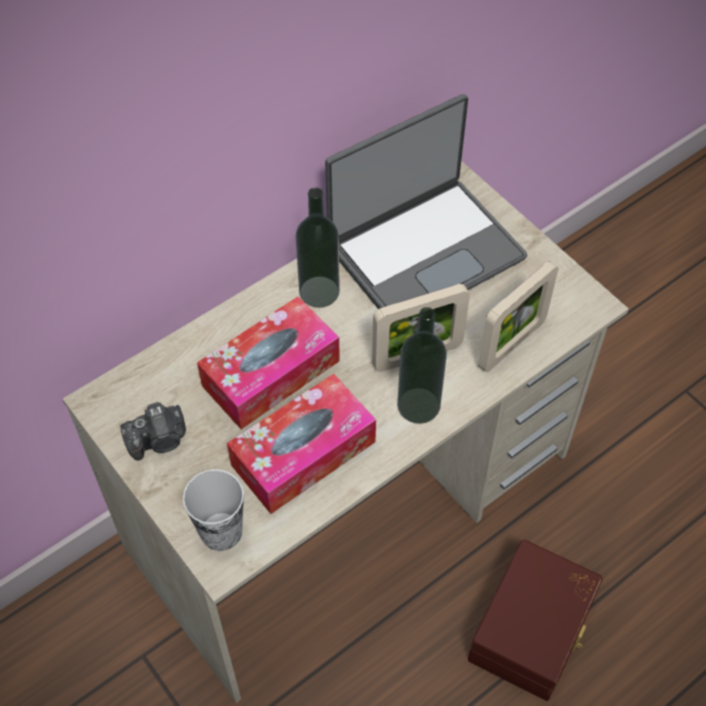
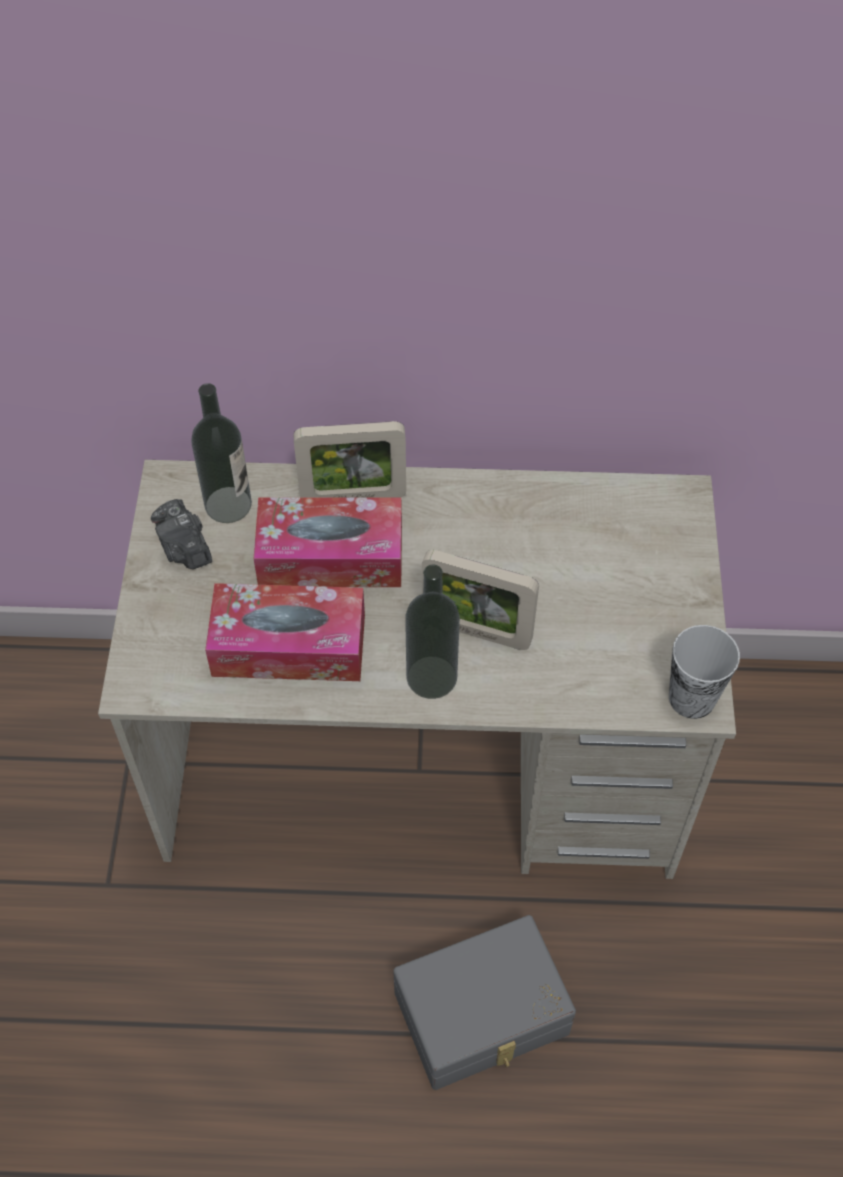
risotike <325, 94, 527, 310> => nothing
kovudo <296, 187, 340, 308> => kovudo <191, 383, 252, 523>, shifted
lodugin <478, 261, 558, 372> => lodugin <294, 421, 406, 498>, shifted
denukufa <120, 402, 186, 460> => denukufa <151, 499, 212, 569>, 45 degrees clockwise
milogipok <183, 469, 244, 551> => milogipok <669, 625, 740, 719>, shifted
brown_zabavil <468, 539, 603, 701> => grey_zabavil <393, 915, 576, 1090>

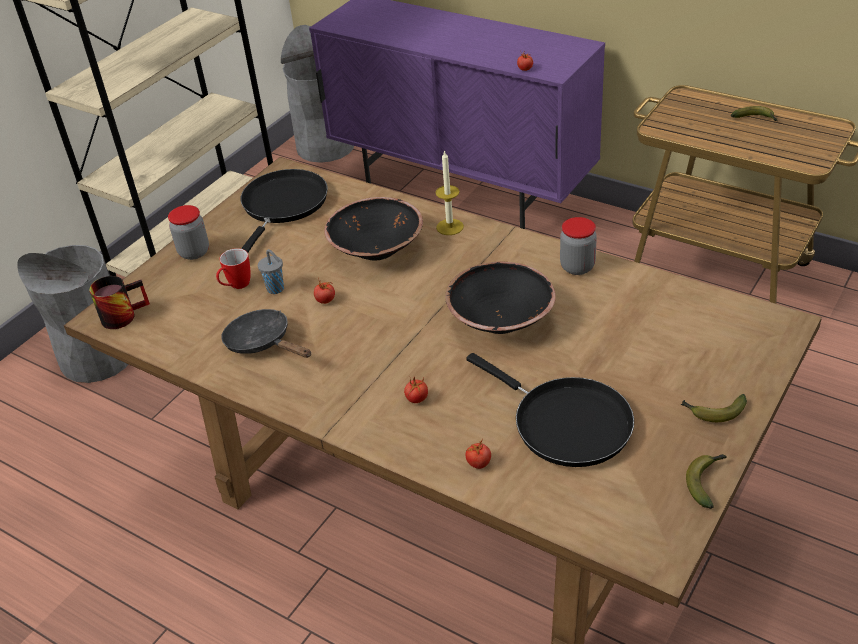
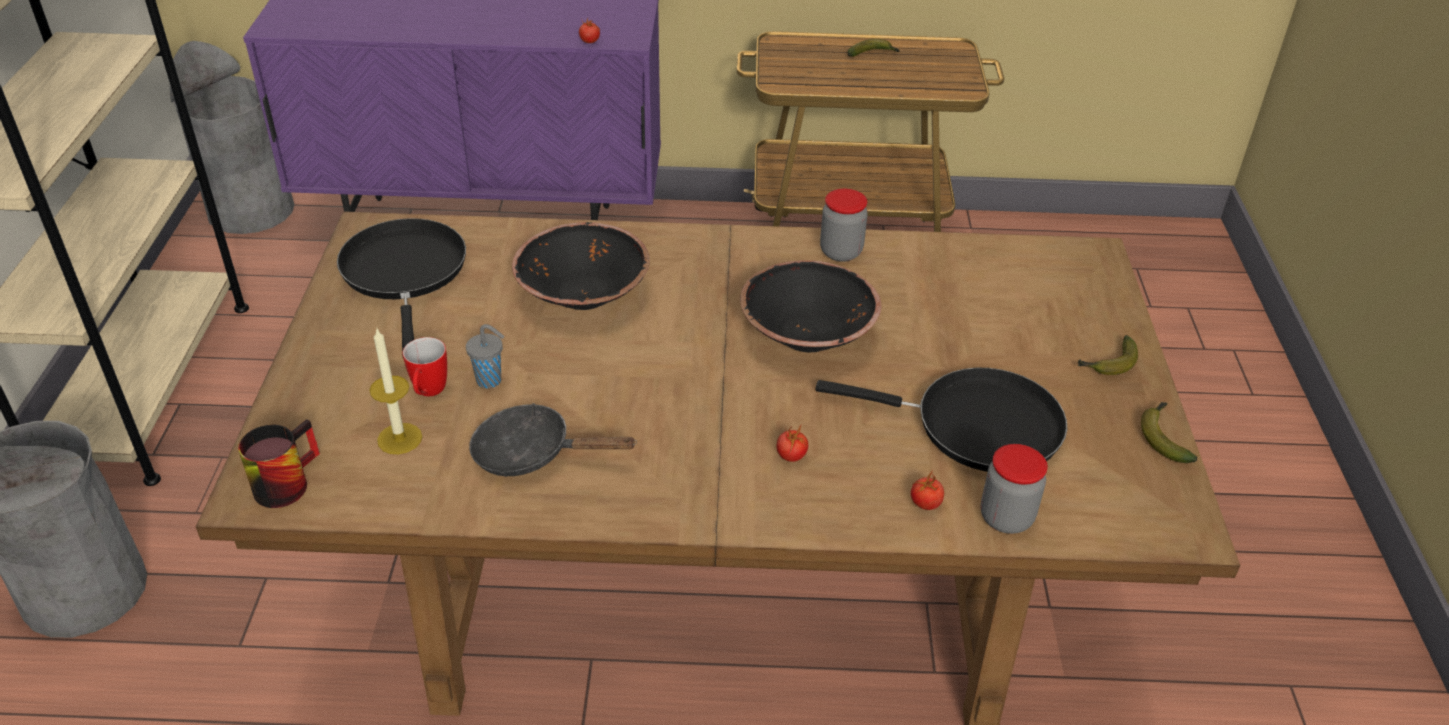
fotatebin <436, 150, 464, 235> => fotatebin <370, 329, 422, 454>, shifted
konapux <168, 205, 209, 260> => konapux <981, 444, 1048, 534>, shifted
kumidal <314, 278, 335, 304> => nothing

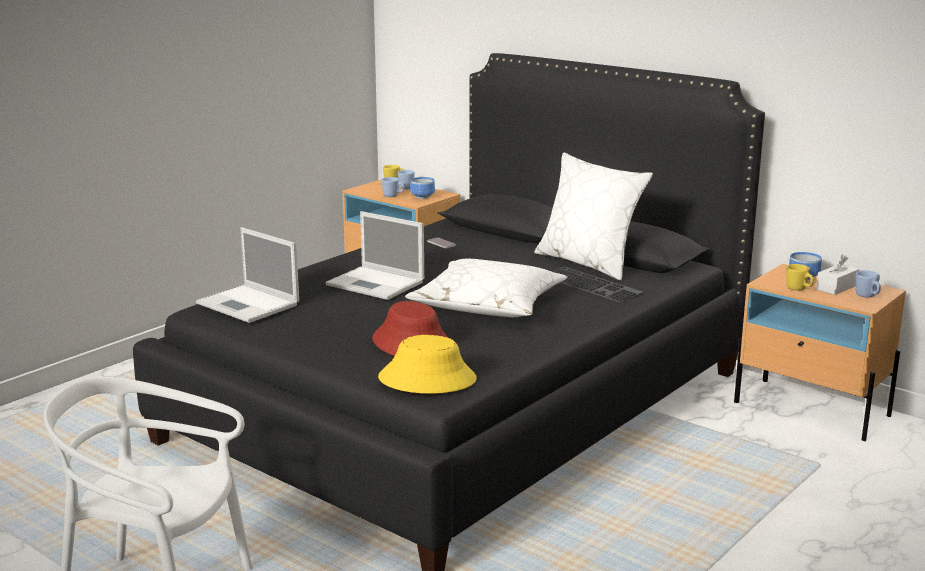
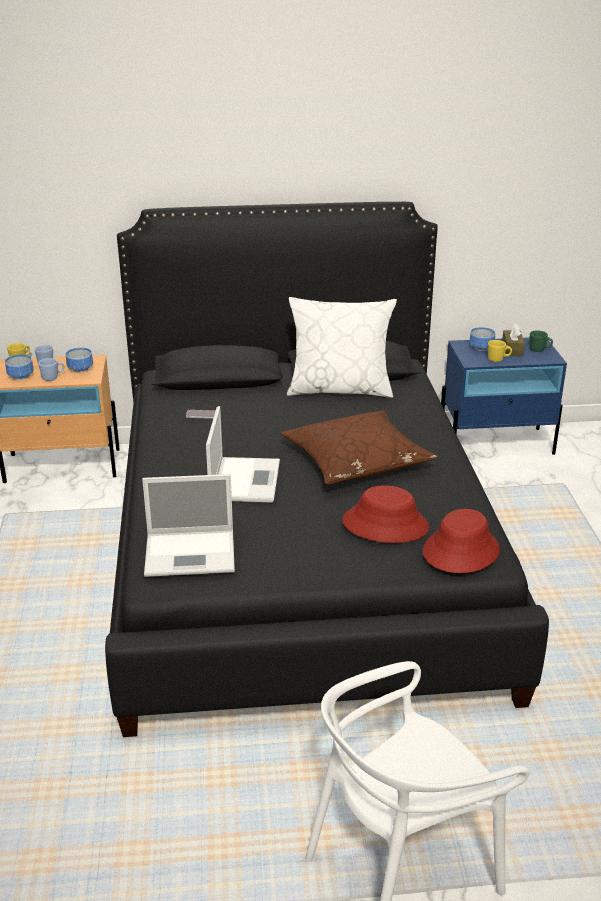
risotike <325, 211, 424, 300> => risotike <206, 406, 280, 502>, 75 degrees counterclockwise
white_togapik <816, 254, 859, 295> => brown_togapik <502, 324, 525, 356>
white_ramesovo <405, 259, 567, 317> => brown_ramesovo <281, 410, 438, 485>
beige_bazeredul <734, 264, 906, 441> => blue_bazeredul <441, 337, 567, 455>
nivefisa <551, 267, 643, 303> => nothing
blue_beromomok <856, 270, 881, 298> => green_beromomok <529, 330, 553, 352>
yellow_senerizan <378, 335, 477, 394> => red_senerizan <423, 509, 500, 573>
nothing => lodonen <5, 354, 34, 380>

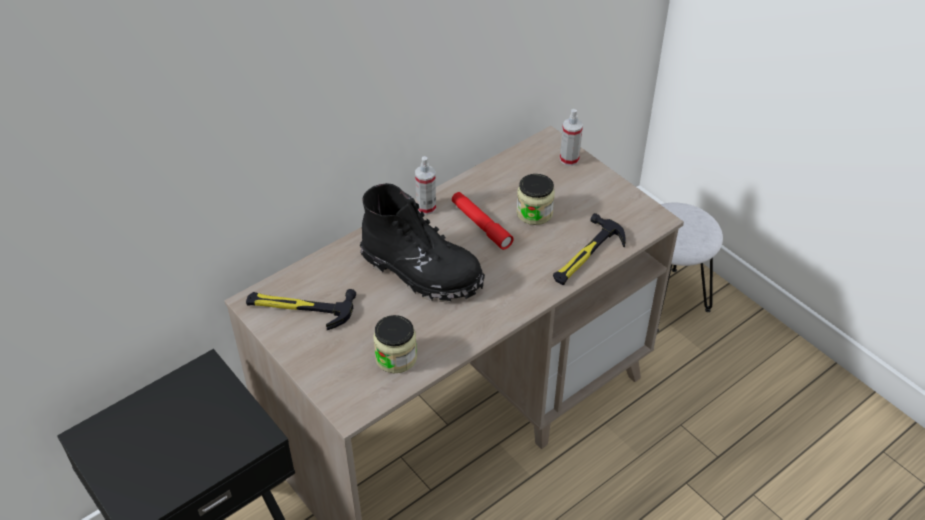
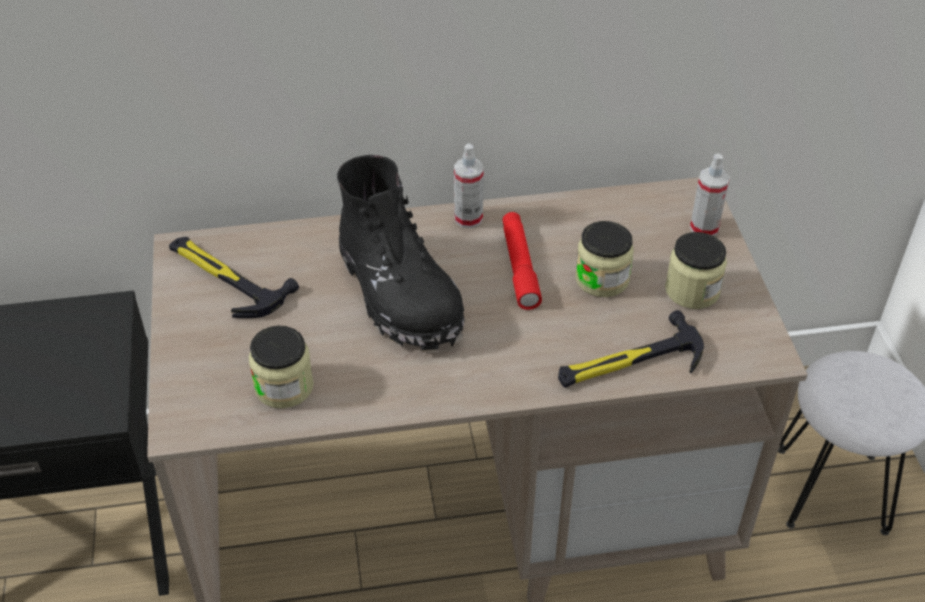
nothing => konapux <665, 232, 727, 309>

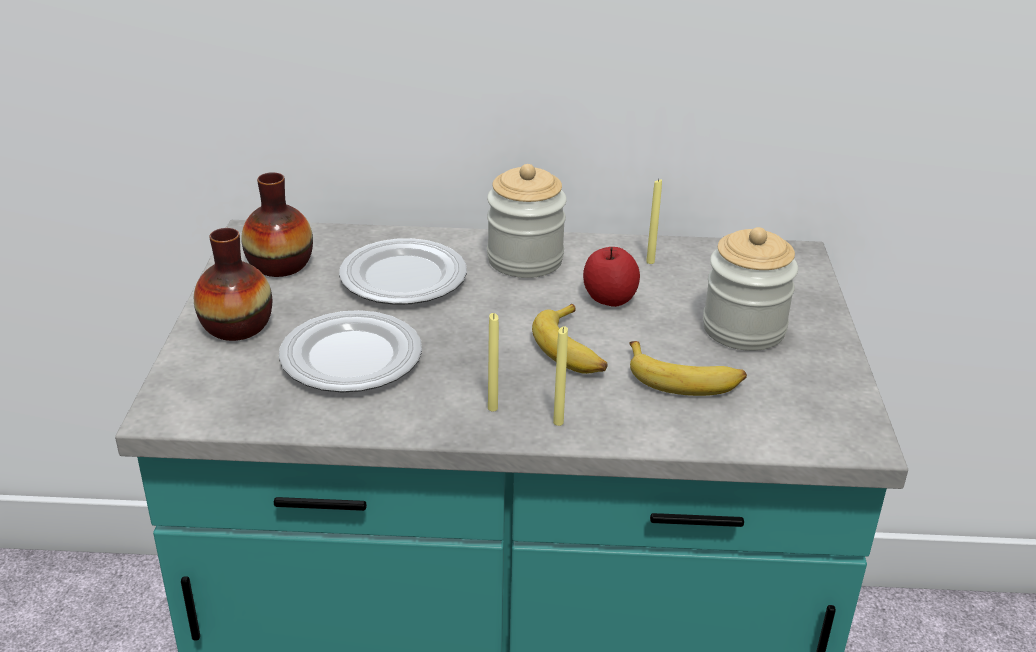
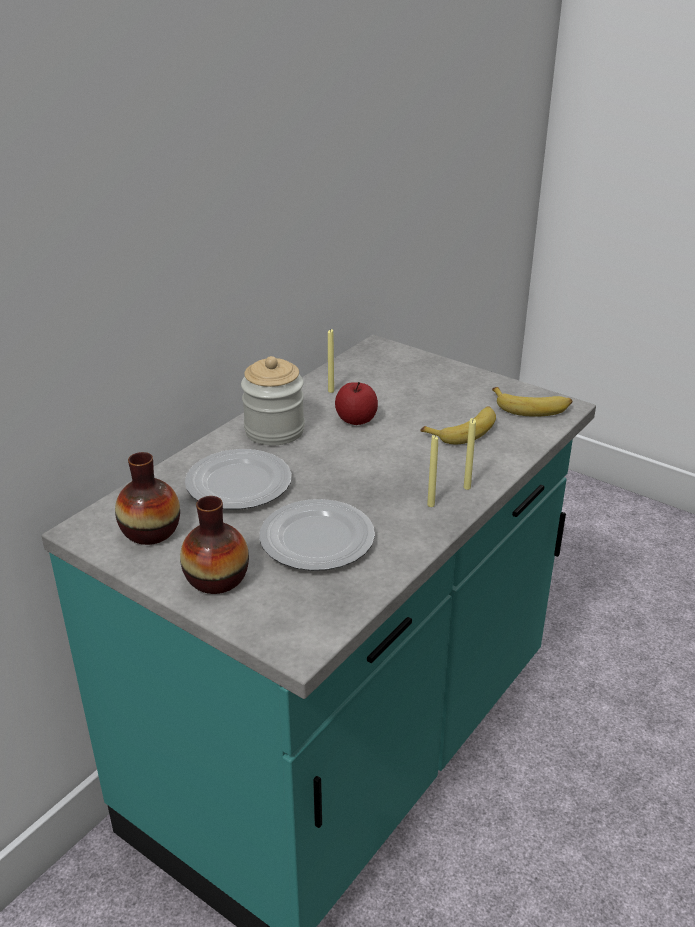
konapux <703, 227, 798, 351> => nothing
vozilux <532, 304, 608, 374> => vozilux <492, 387, 572, 417>, shifted

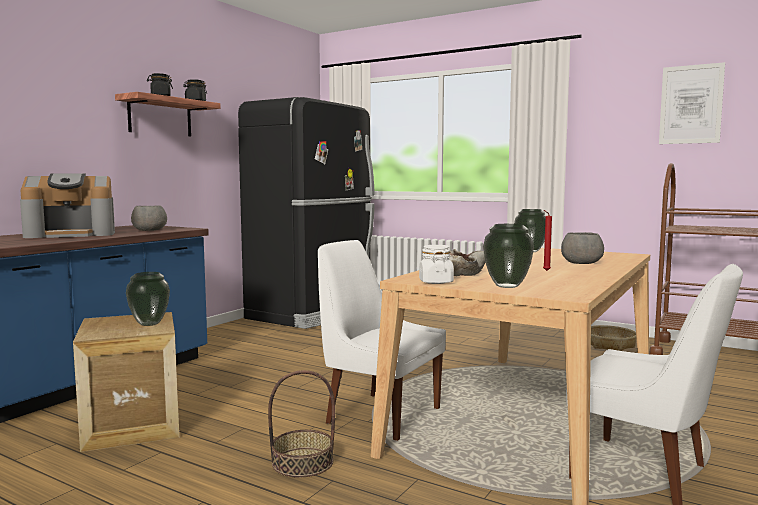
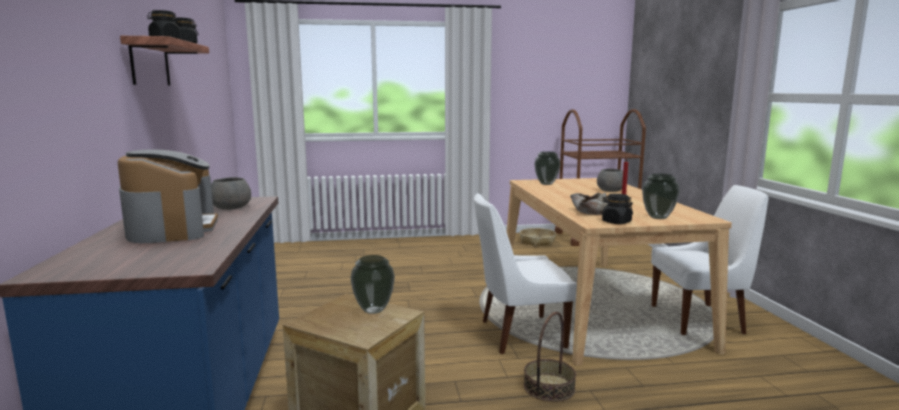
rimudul <659, 62, 725, 144> => nothing
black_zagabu <238, 97, 375, 329> => nothing
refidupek <20, 173, 115, 238> => refidupek <117, 149, 218, 243>, 45 degrees counterclockwise
white_konapux <419, 245, 454, 284> => black_konapux <602, 194, 633, 224>

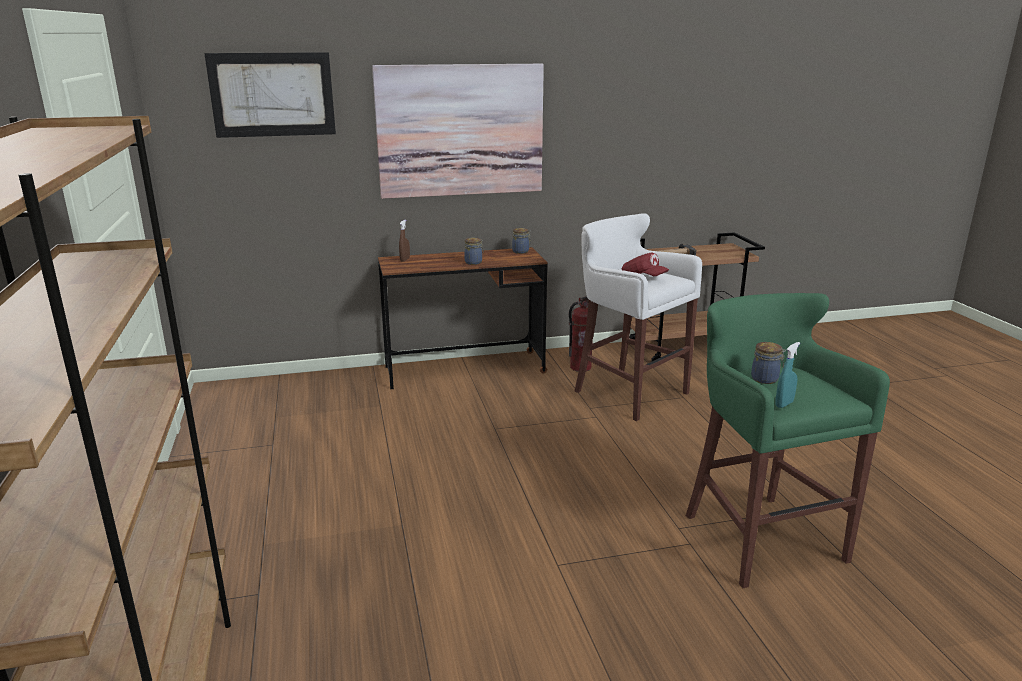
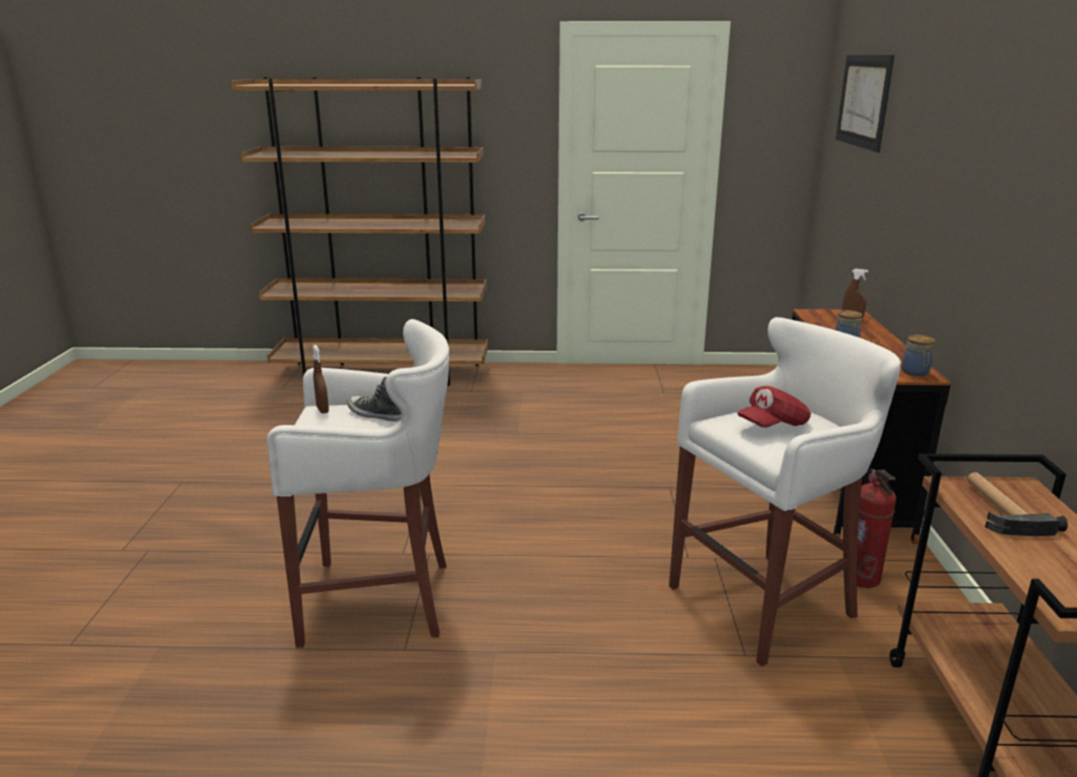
rimudul <372, 64, 544, 199> => nothing
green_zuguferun <686, 293, 890, 588> => white_zuguferun <267, 319, 449, 648>
konapux <751, 342, 786, 384> => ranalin <348, 377, 401, 422>
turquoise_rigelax <775, 342, 800, 408> => brown_rigelax <313, 345, 329, 413>

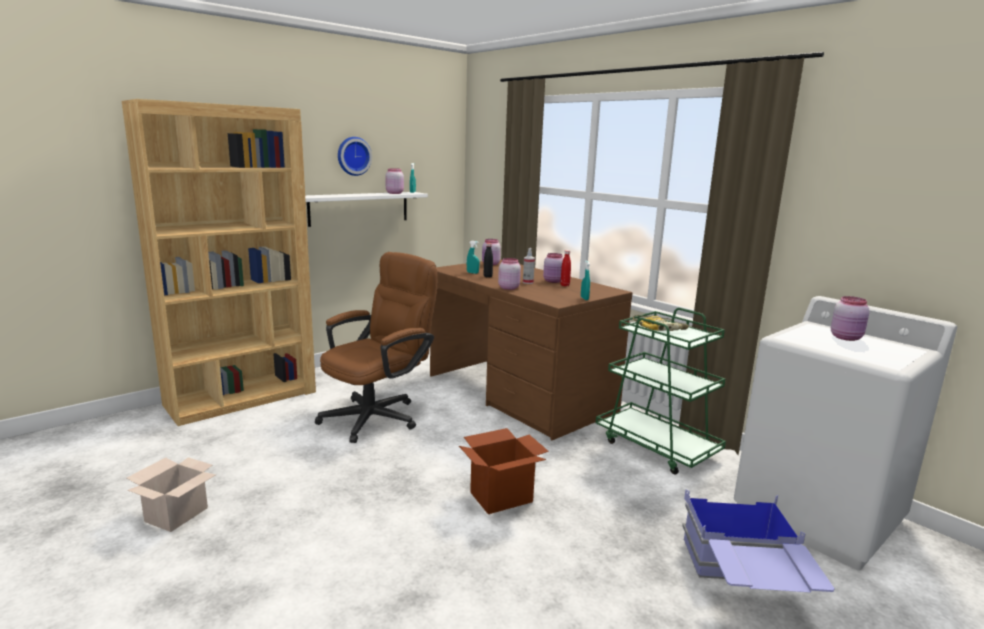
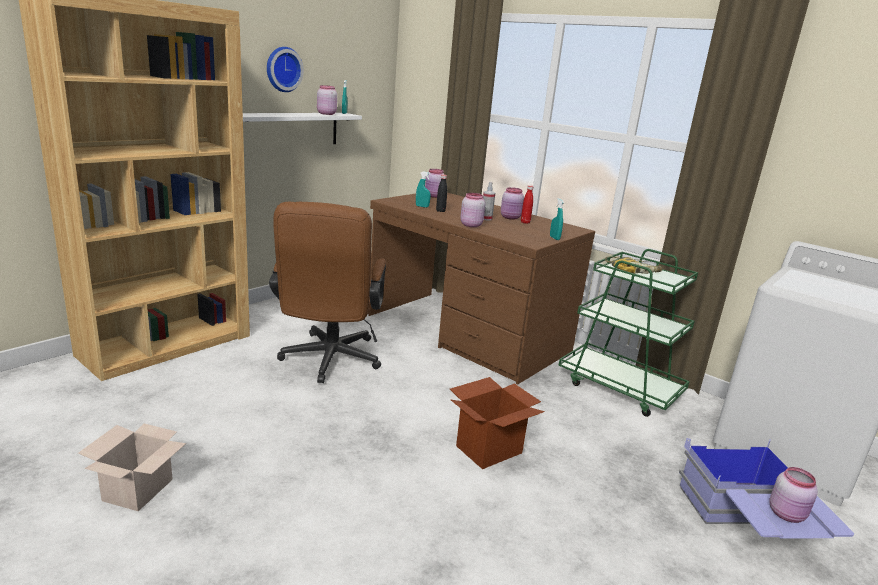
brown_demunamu <315, 252, 438, 443> => brown_demunamu <269, 202, 386, 383>, 150 degrees clockwise
pink_konapux <831, 296, 869, 341> => pink_konapux <769, 467, 818, 523>, shifted

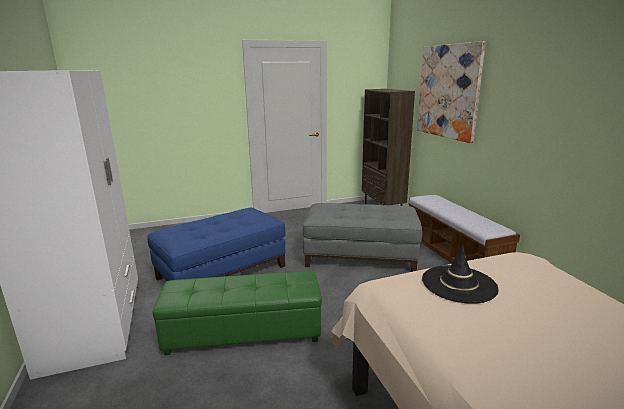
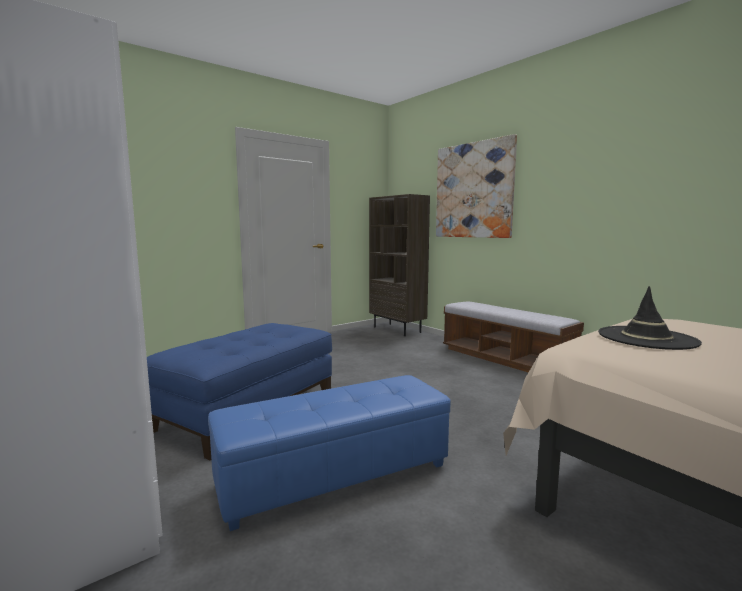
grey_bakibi <303, 203, 422, 272> => nothing
green_bakibi <152, 271, 322, 355> => blue_bakibi <208, 375, 451, 531>

